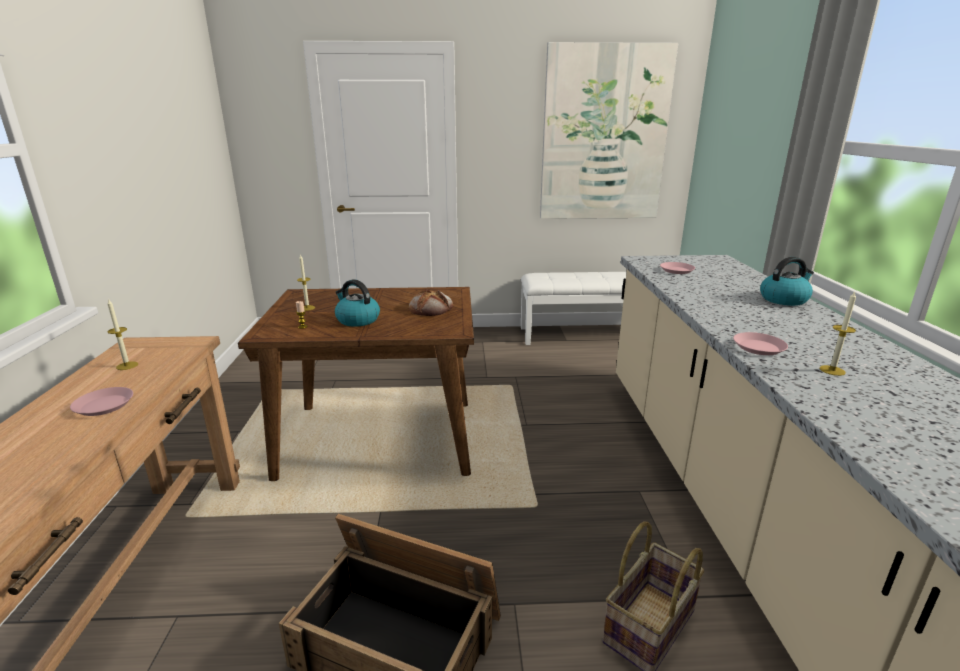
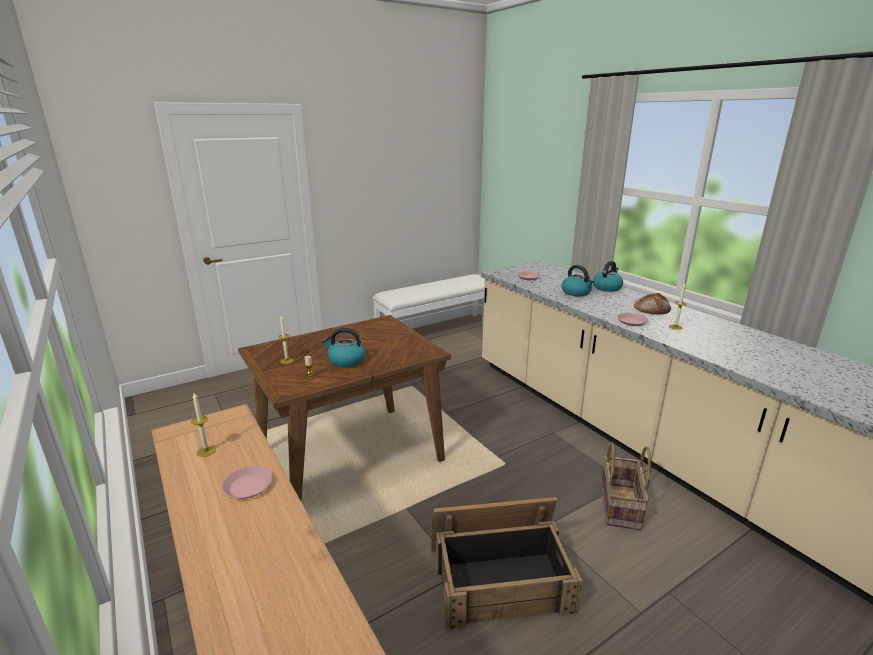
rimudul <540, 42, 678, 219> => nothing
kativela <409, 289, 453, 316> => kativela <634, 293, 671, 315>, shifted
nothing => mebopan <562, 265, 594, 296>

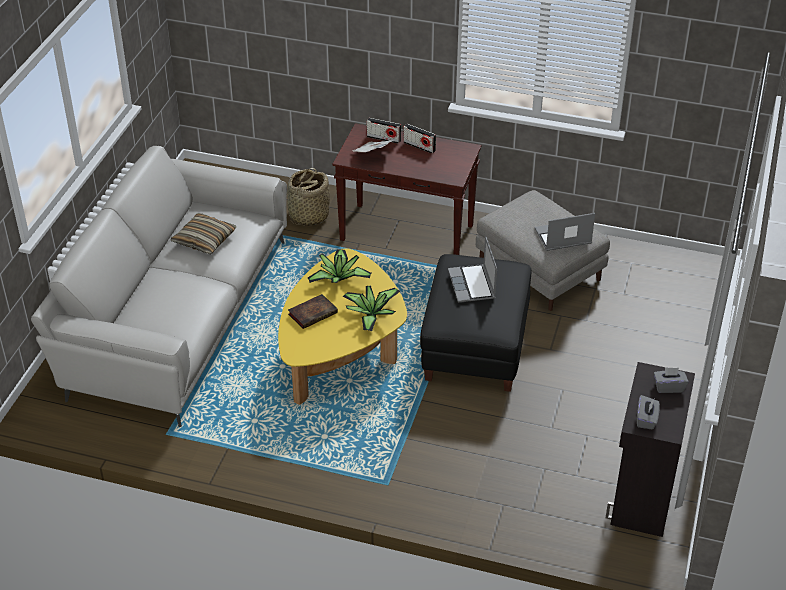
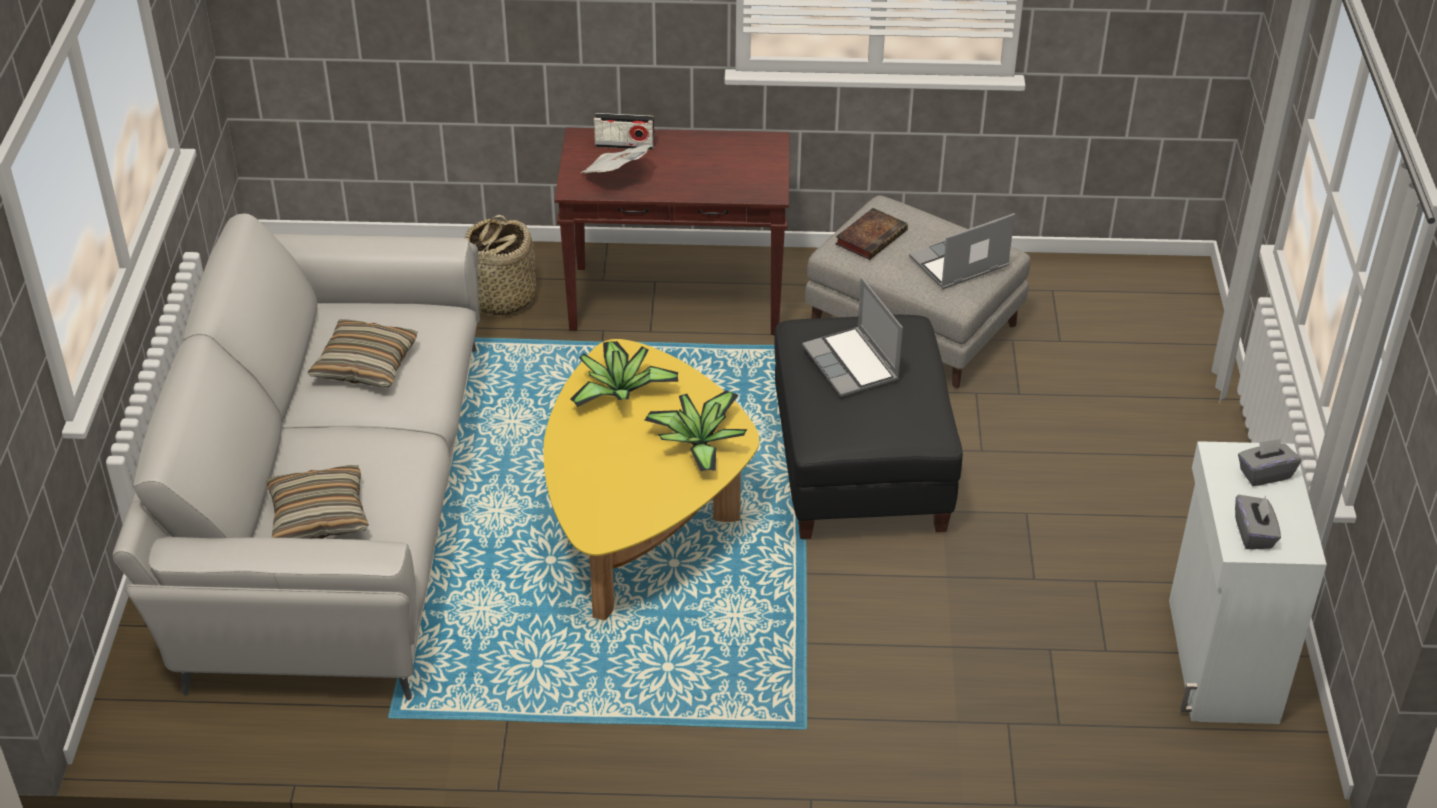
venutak <403, 124, 436, 154> => nothing
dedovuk <288, 294, 338, 329> => dedovuk <835, 208, 908, 260>, shifted
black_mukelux <606, 362, 695, 537> => white_mukelux <1169, 441, 1327, 724>
nothing => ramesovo <266, 465, 369, 539>

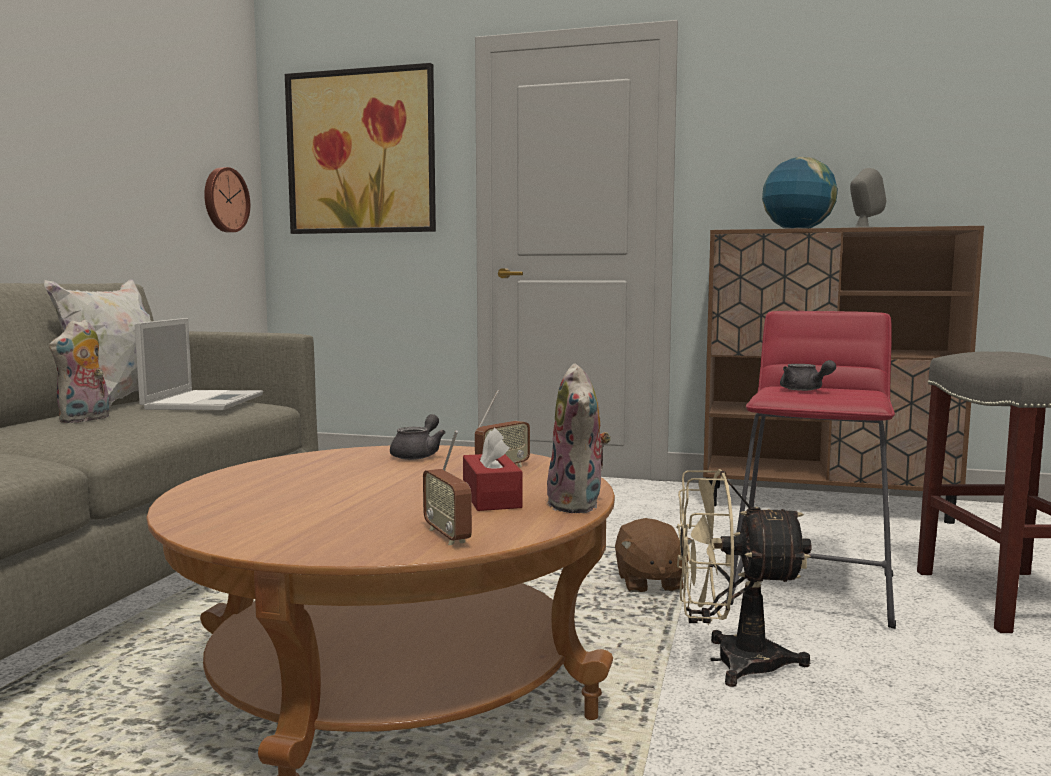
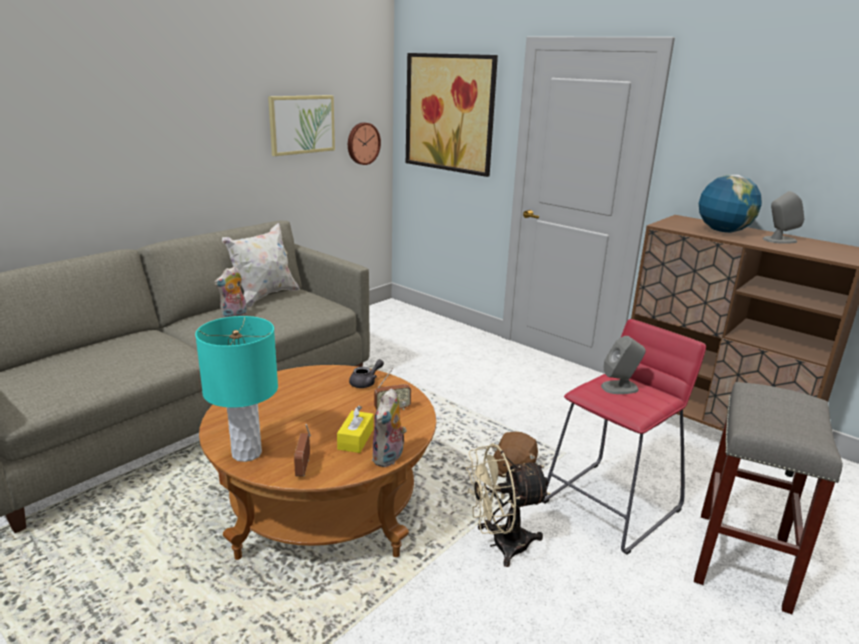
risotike <135, 318, 263, 410> => nothing
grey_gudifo <780, 360, 836, 391> => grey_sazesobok <601, 336, 646, 394>
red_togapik <463, 428, 522, 511> => yellow_togapik <337, 406, 373, 453>
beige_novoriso <676, 469, 811, 687> => beige_novoriso <466, 443, 551, 567>, 45 degrees counterclockwise
nothing => rimudul <268, 95, 335, 156>
nothing => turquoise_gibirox <195, 316, 278, 462>

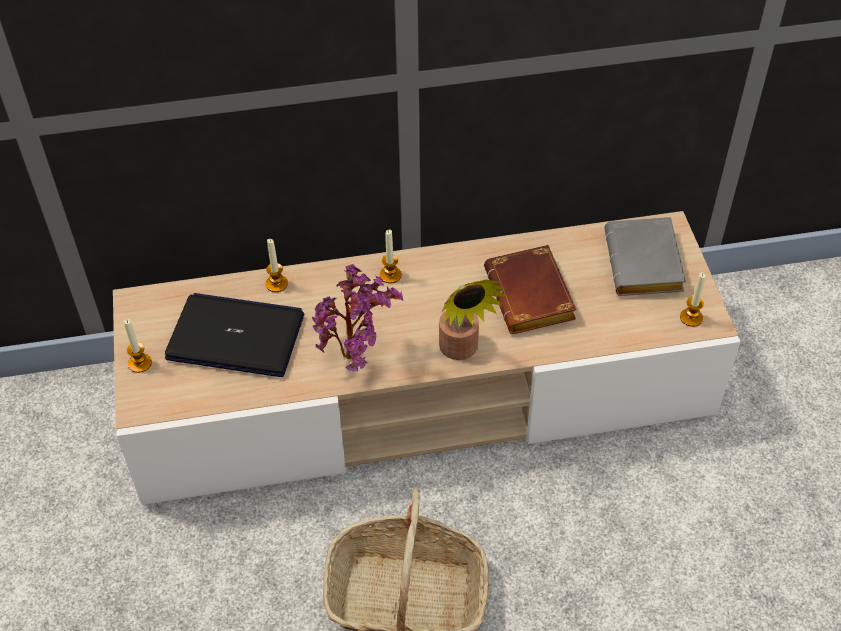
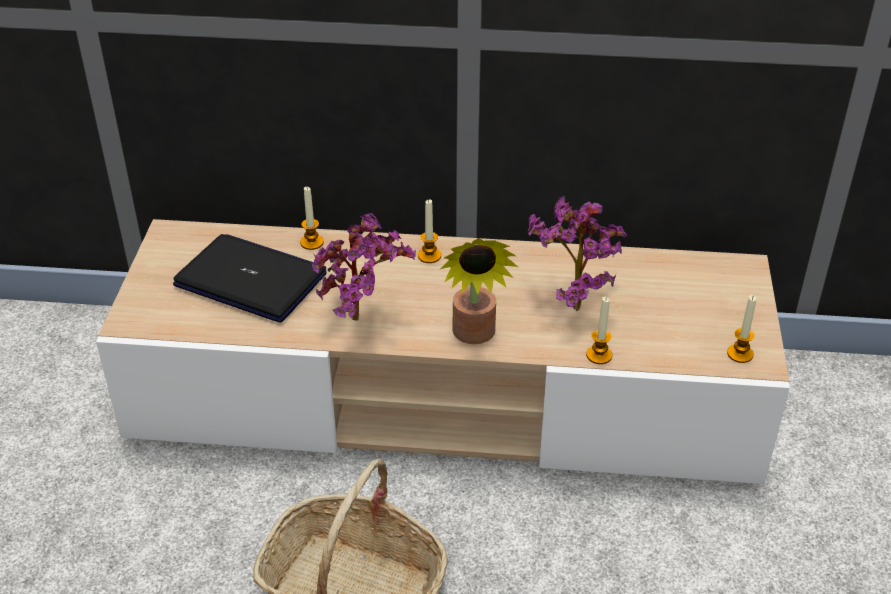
grey_dedovuk <604, 217, 686, 296> => nothing
brown_dedovuk <484, 245, 577, 334> => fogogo <528, 196, 628, 311>
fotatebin <124, 319, 152, 373> => fotatebin <586, 297, 612, 364>, shifted

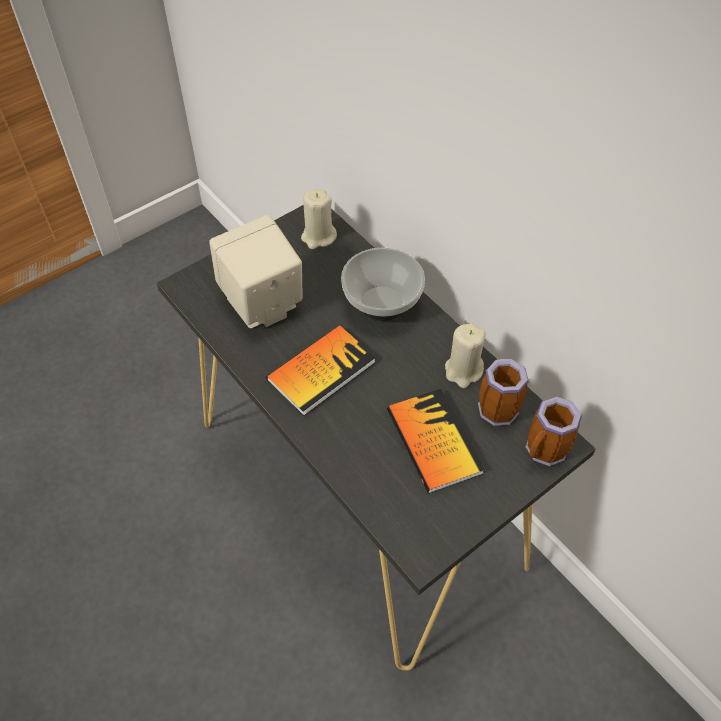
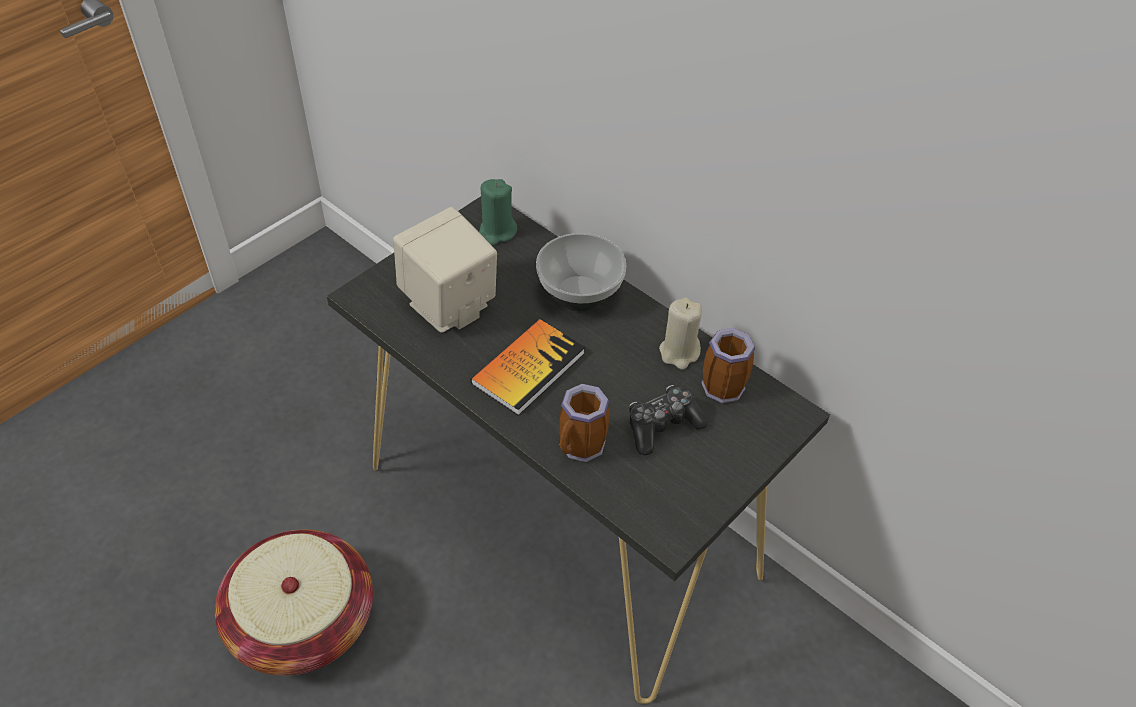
beige_fotatebin <301, 189, 337, 249> => green_fotatebin <479, 179, 517, 245>
dedovuk <387, 389, 485, 494> => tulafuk <629, 385, 708, 456>
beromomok <526, 396, 582, 466> => beromomok <559, 384, 610, 462>, shifted
nothing => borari <215, 529, 373, 676>

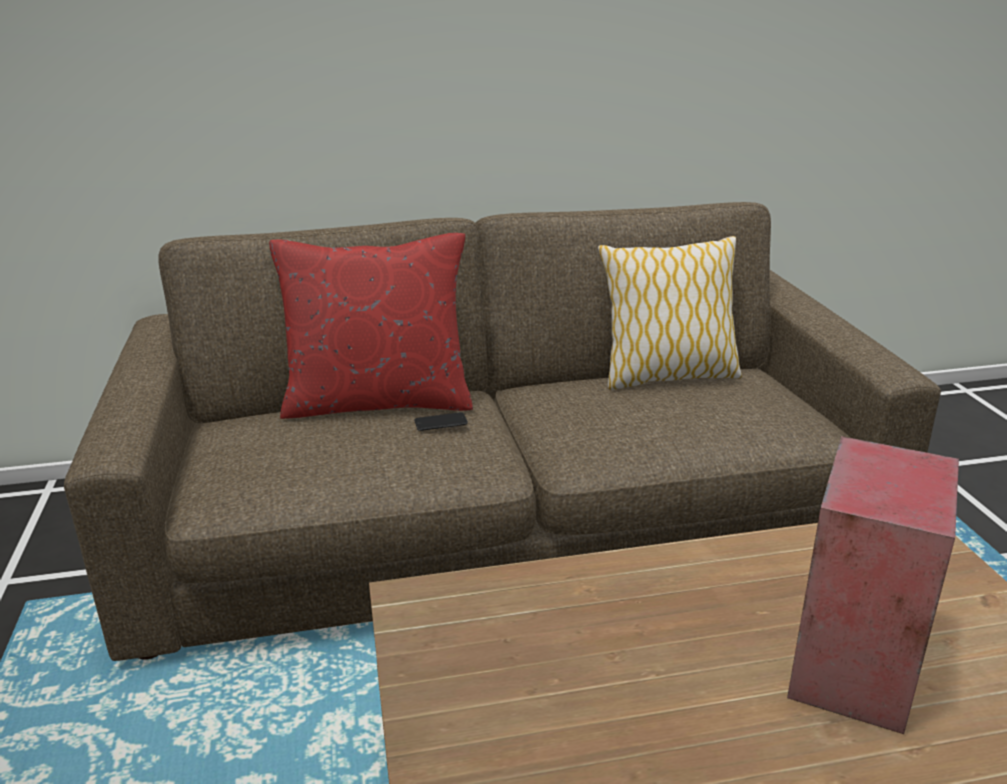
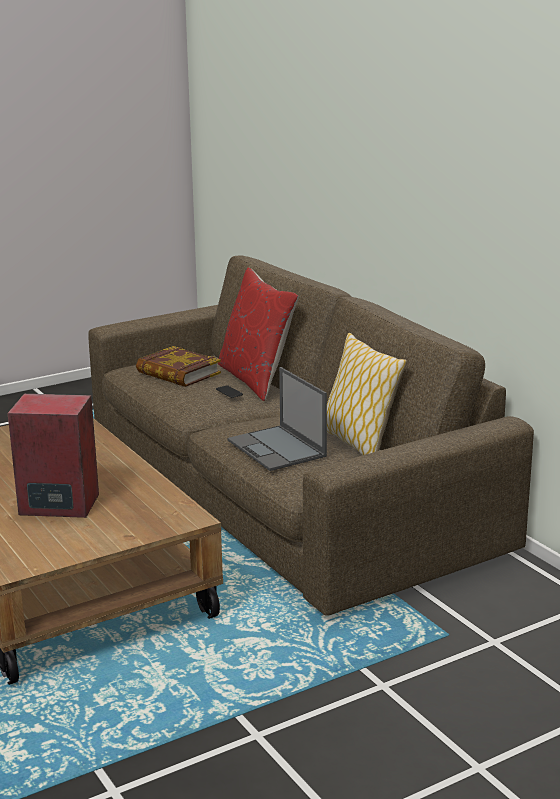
nothing => dedovuk <136, 346, 221, 387>
nothing => risotike <227, 367, 327, 471>

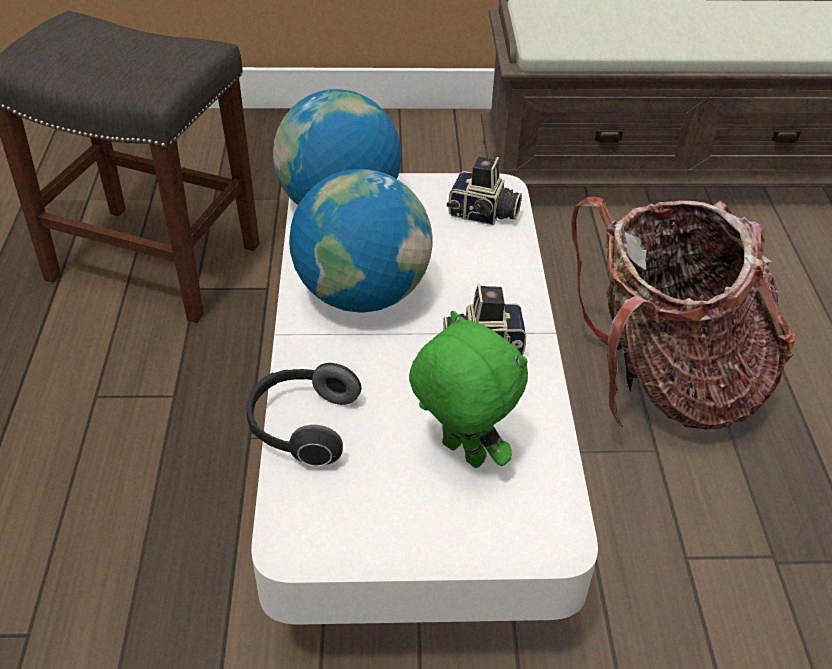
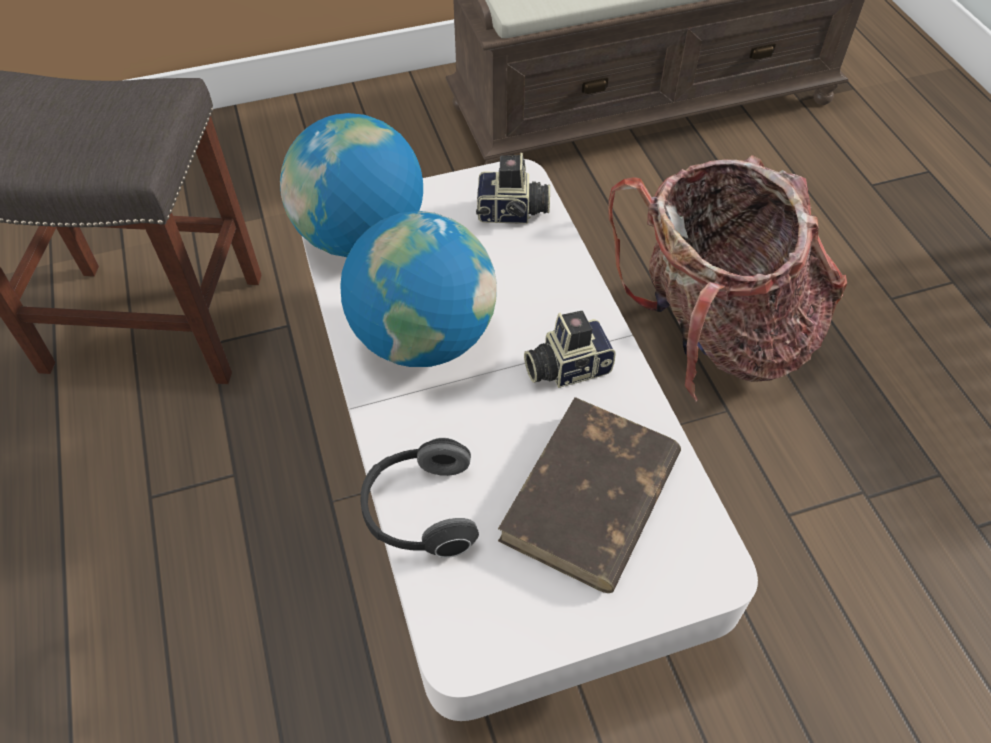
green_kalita <409, 311, 528, 468> => brown_dedovuk <498, 397, 681, 593>

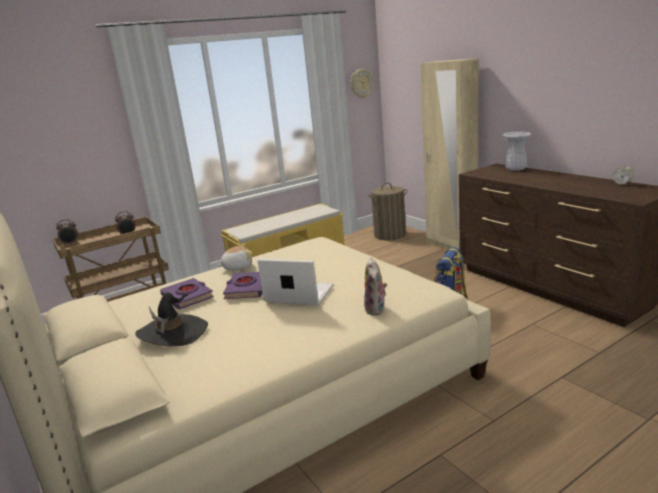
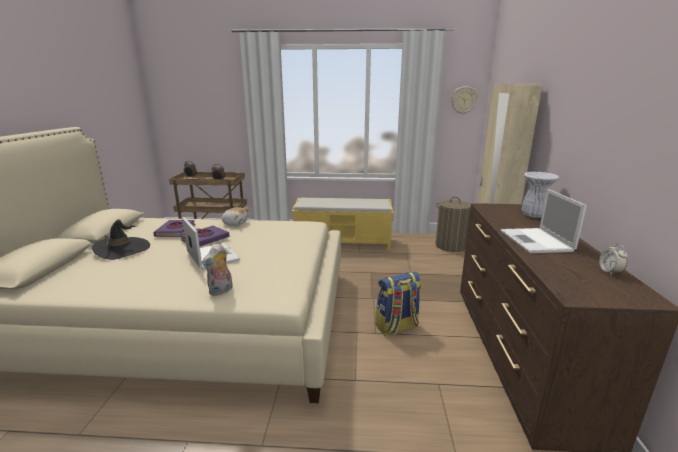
nothing => risotike <500, 189, 587, 253>

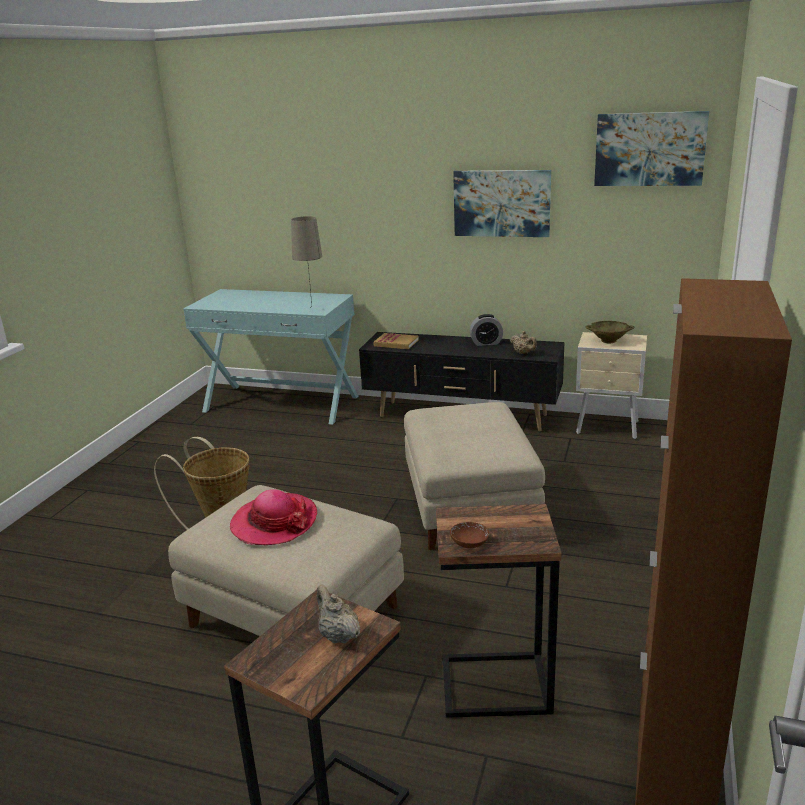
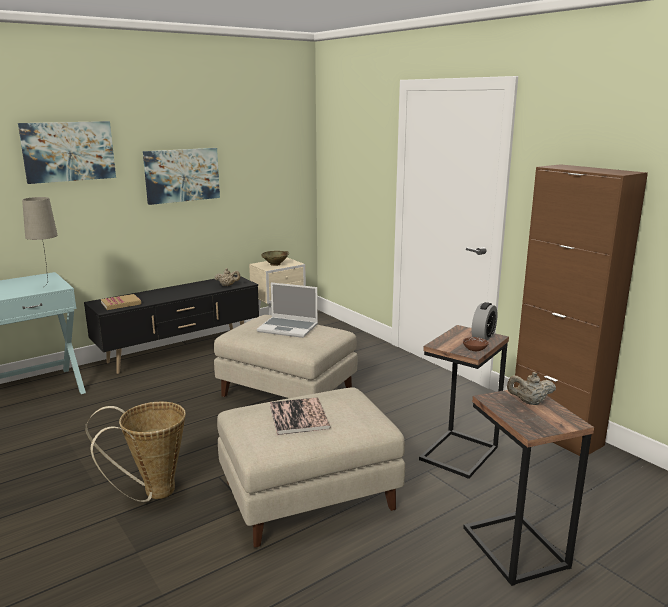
rimudul <594, 111, 709, 186> => rimudul <18, 121, 116, 184>, shifted
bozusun <470, 314, 503, 346> => bozusun <472, 302, 498, 340>, shifted
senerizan <230, 489, 317, 545> => dedovuk <270, 398, 331, 435>
nothing => risotike <257, 283, 318, 338>

